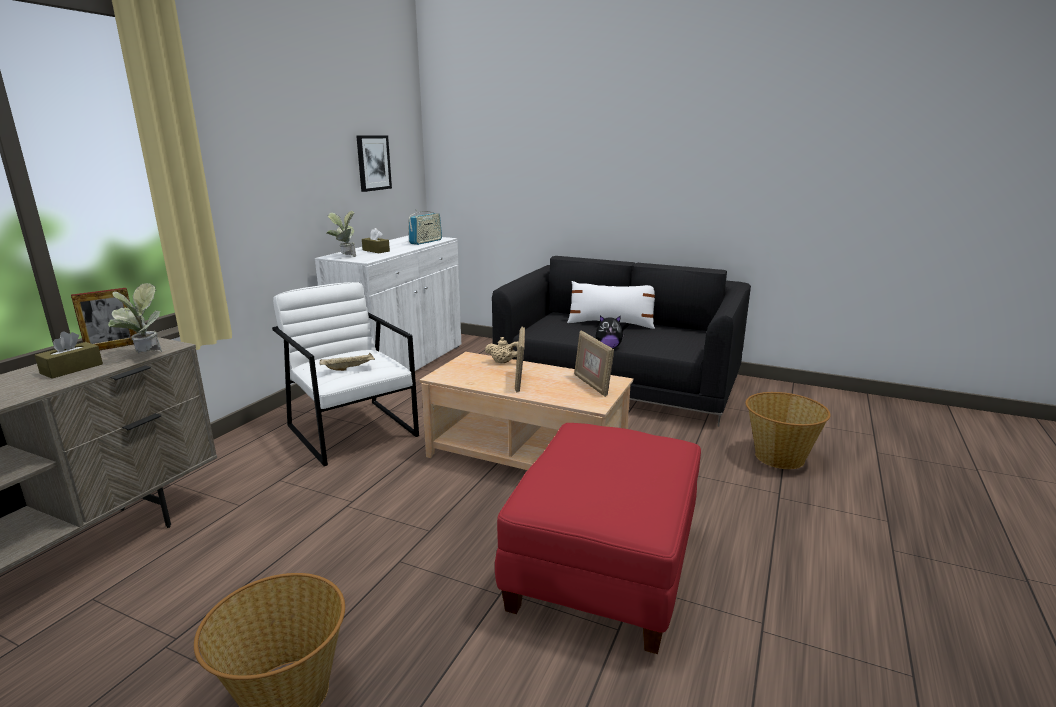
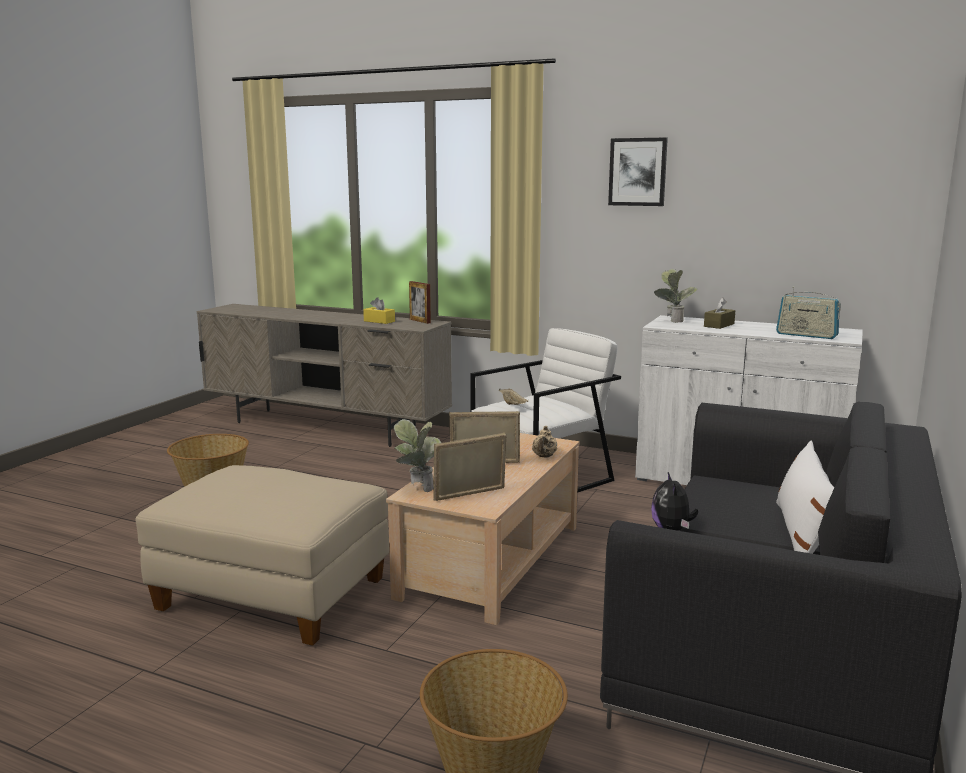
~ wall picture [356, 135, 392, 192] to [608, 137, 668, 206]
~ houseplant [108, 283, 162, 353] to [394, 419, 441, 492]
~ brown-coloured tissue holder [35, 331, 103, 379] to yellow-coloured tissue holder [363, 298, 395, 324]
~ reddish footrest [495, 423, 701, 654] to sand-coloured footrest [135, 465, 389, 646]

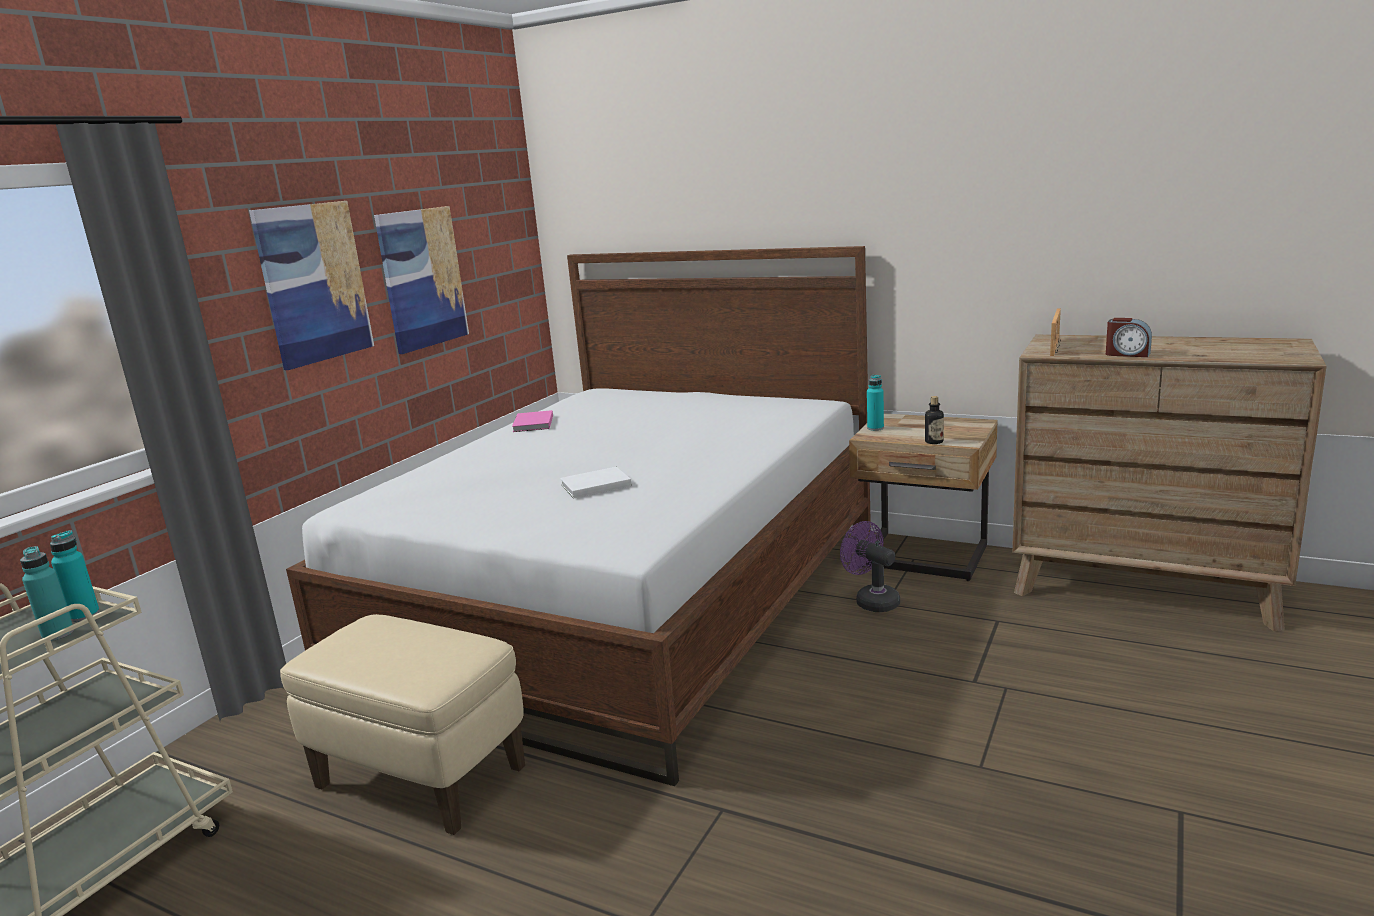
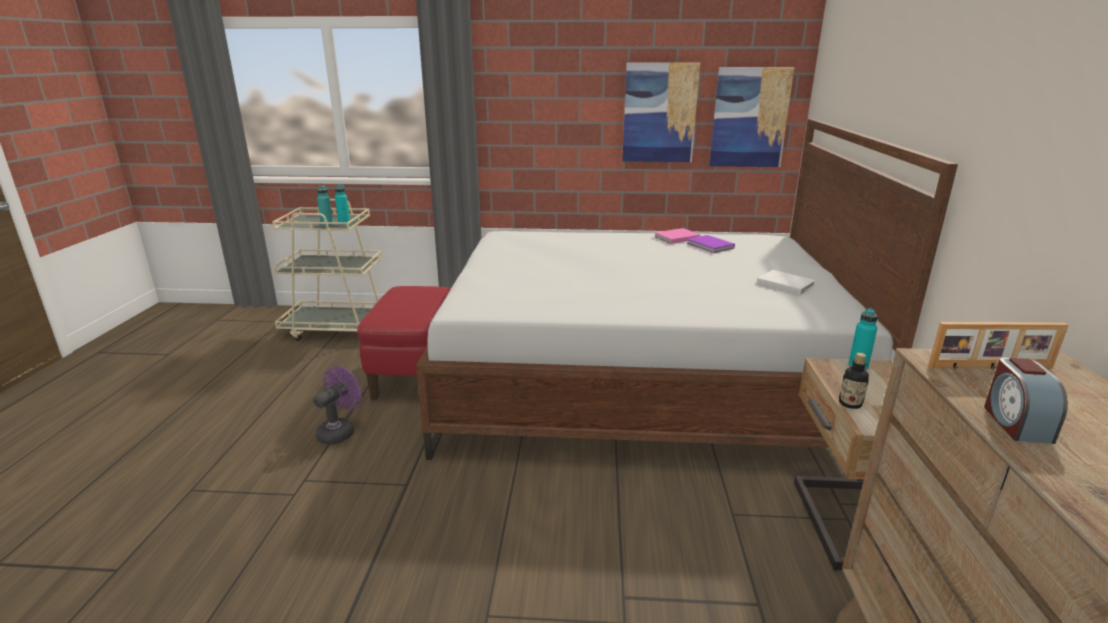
~ wall picture [249, 201, 374, 370] to [709, 67, 794, 167]
~ white bound book [560, 467, 632, 498] to [757, 270, 816, 295]
~ purplish fan [840, 521, 900, 612] to [313, 366, 362, 444]
~ sand-coloured footrest [280, 614, 525, 835] to reddish footrest [357, 286, 451, 400]
+ purplish bound book [687, 235, 735, 253]

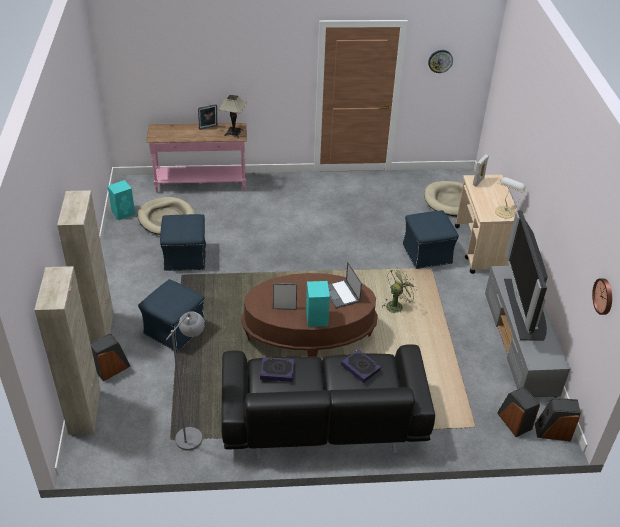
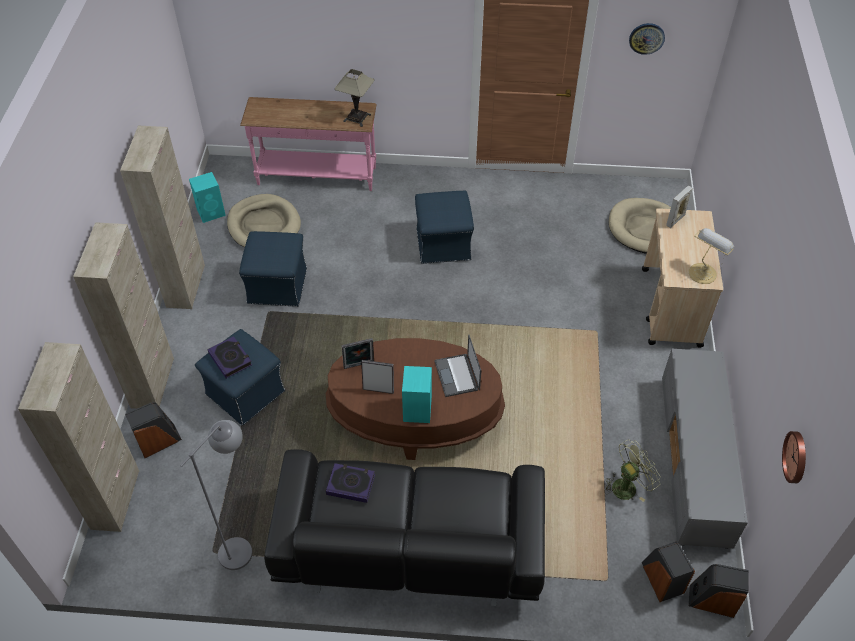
~ picture frame [198, 104, 217, 130] to [342, 338, 374, 369]
~ blue footrest [402, 210, 459, 269] to [415, 191, 474, 264]
- television [504, 210, 548, 341]
~ greenish fan [382, 267, 418, 313] to [604, 440, 661, 502]
~ bound book [341, 349, 381, 383] to [207, 336, 252, 378]
+ sand-coloured cabinet [120, 126, 205, 309]

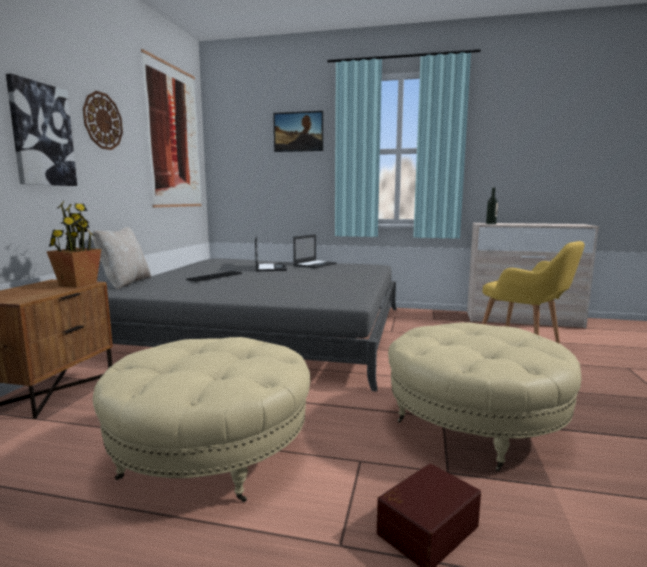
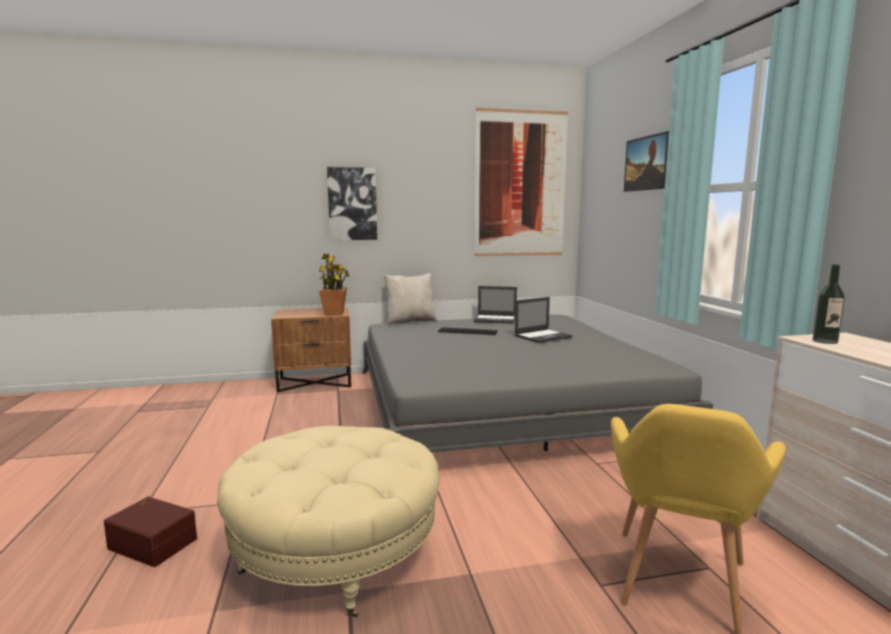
- hanging clock [83, 91, 123, 150]
~ laptop [293, 234, 337, 268] to [474, 286, 517, 324]
- sand-coloured footrest [93, 337, 310, 502]

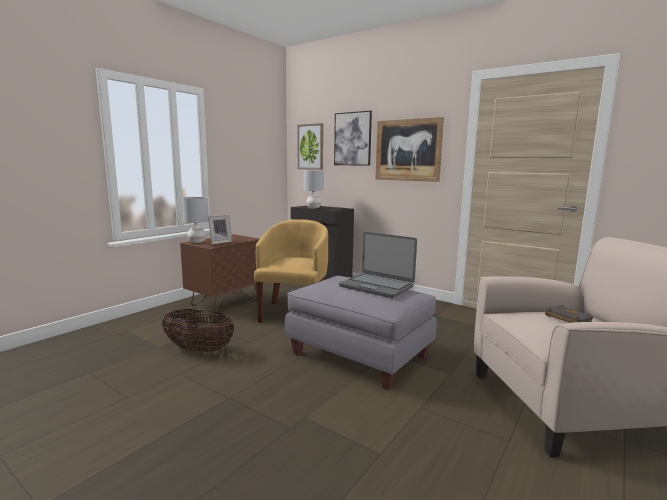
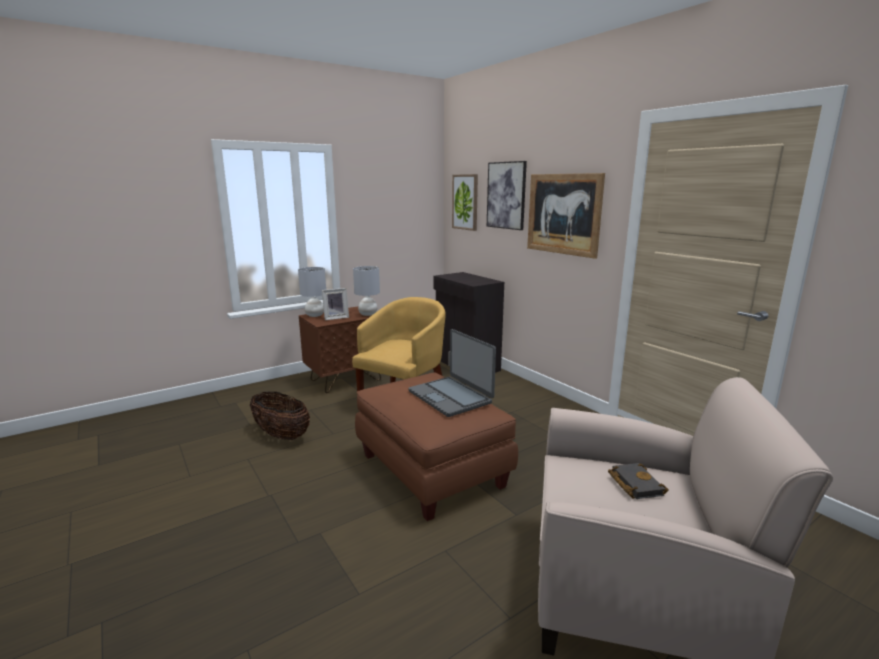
~ greyish table lamp [304, 170, 324, 208] to [353, 266, 380, 316]
~ greyish footrest [285, 276, 437, 390] to brown-coloured footrest [355, 372, 518, 521]

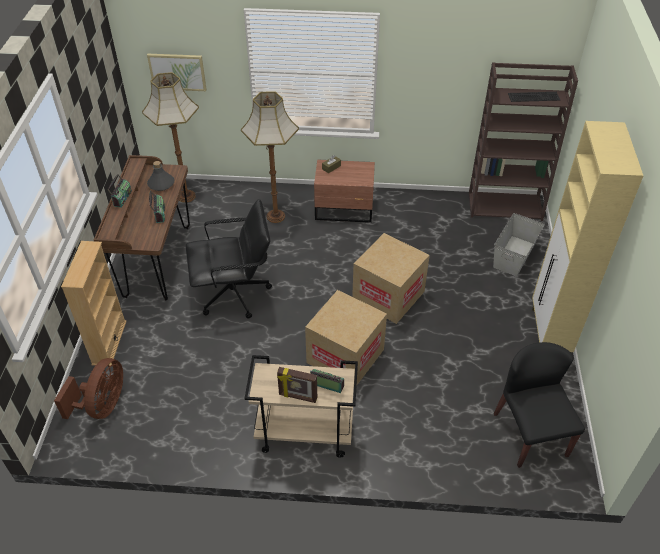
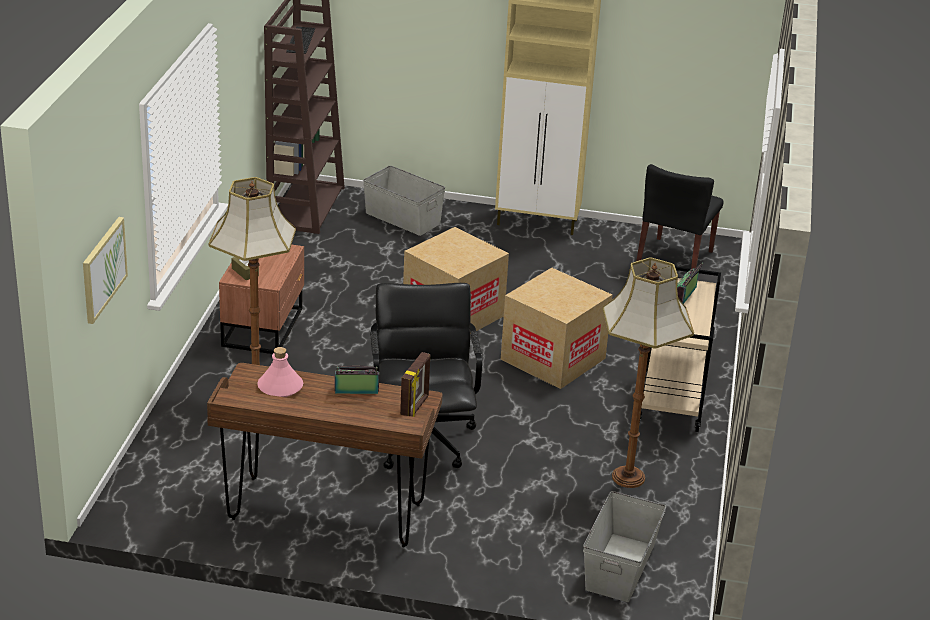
~ standing lamp [142, 72, 199, 203] to [603, 257, 694, 488]
~ greyish beverage bottle [147, 161, 174, 191] to pink-coloured beverage bottle [257, 347, 303, 397]
- radio [107, 174, 132, 208]
- sand-coloured shelving unit [61, 241, 127, 366]
~ black-coloured plain chair [494, 342, 585, 468] = [636, 164, 723, 269] 60 degrees counterclockwise
~ brown-coloured fan [54, 358, 123, 419] to greyish storage box [583, 491, 666, 602]
~ picture frame [277, 367, 317, 403] to [400, 352, 430, 417]

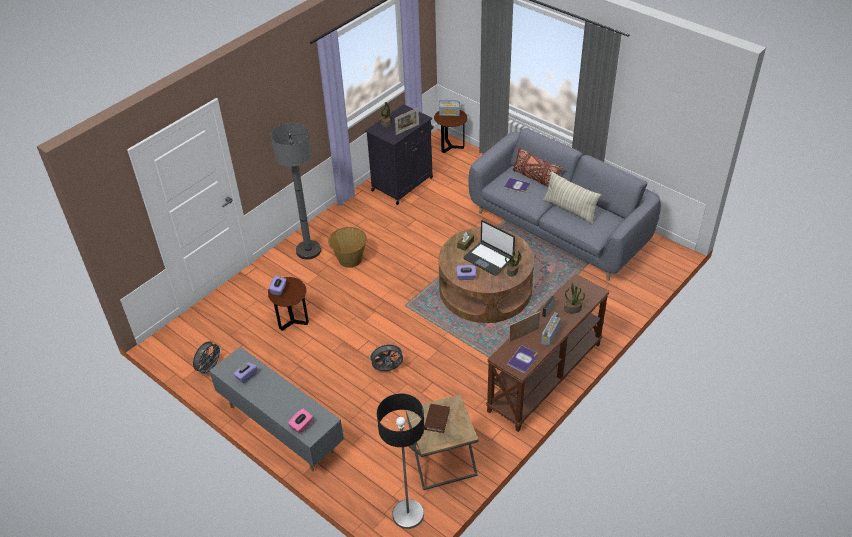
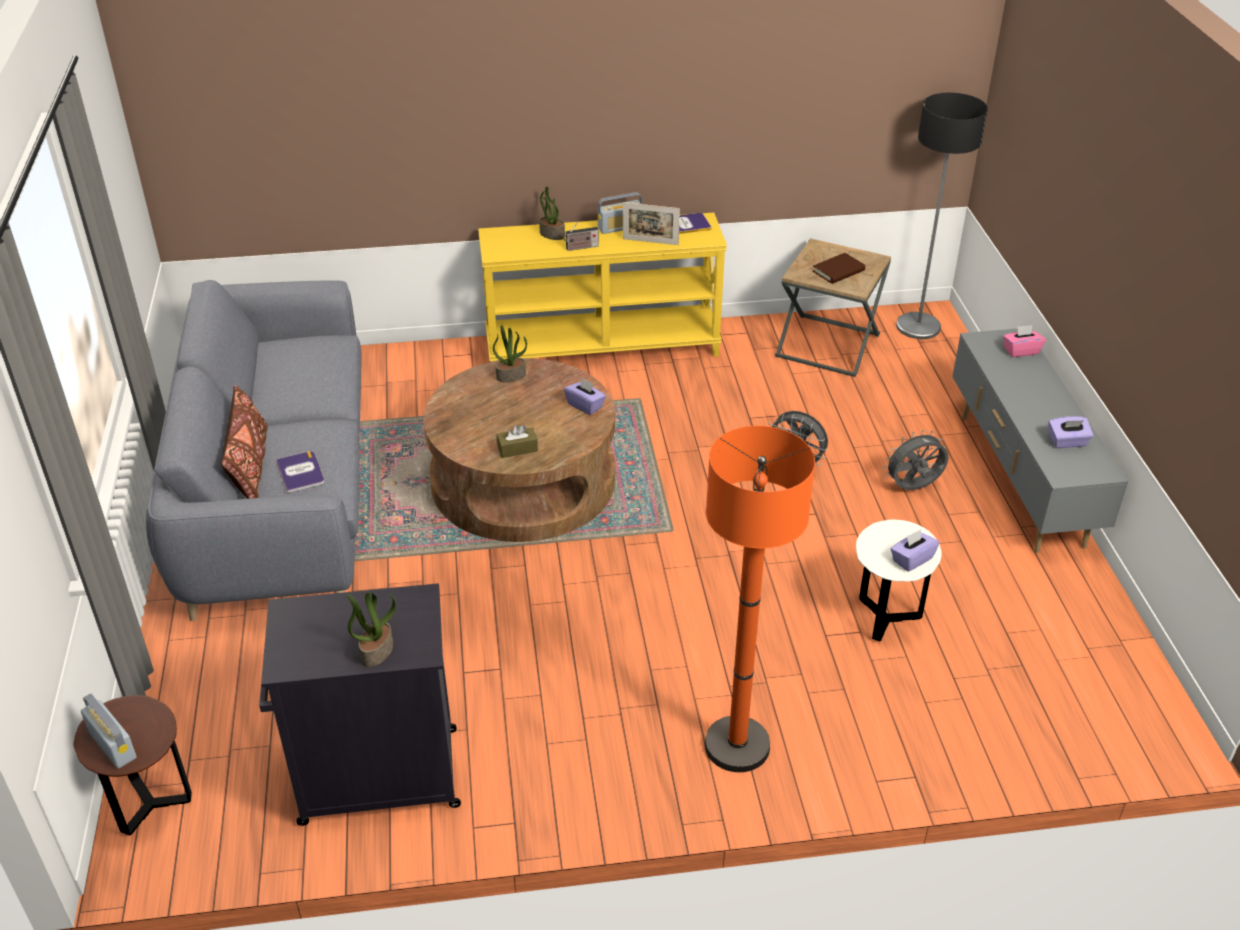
- picture frame [395, 108, 419, 135]
~ greyish standing lamp [271, 123, 321, 259] to orangey standing lamp [705, 426, 815, 772]
- pillow [543, 171, 601, 225]
- laptop [463, 220, 515, 276]
- storage basket [328, 227, 367, 268]
~ brown-coloured console table [486, 273, 610, 432] to yellow-coloured console table [478, 212, 727, 362]
~ brown-coloured end table [268, 277, 309, 331] to white end table [856, 519, 942, 642]
~ greyish fan [193, 342, 223, 376] to [883, 430, 948, 490]

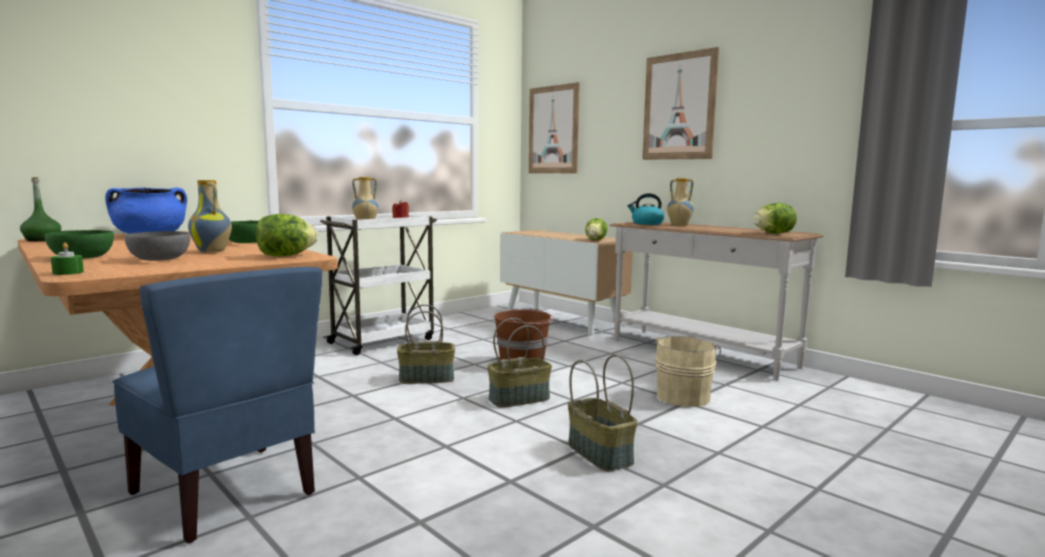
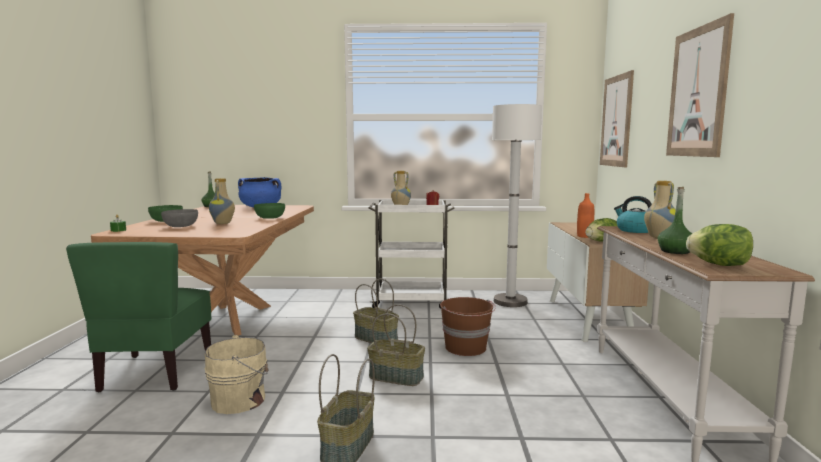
- lettuce [256, 214, 318, 257]
~ blue plain chair [113, 267, 322, 543] to greenish plain chair [66, 242, 211, 392]
~ sand-coloured water bucket [655, 336, 721, 407] to [204, 335, 268, 414]
+ white standing lamp [492, 104, 542, 307]
+ greenish beverage bottle [658, 187, 692, 254]
+ orangey beverage bottle [577, 193, 594, 238]

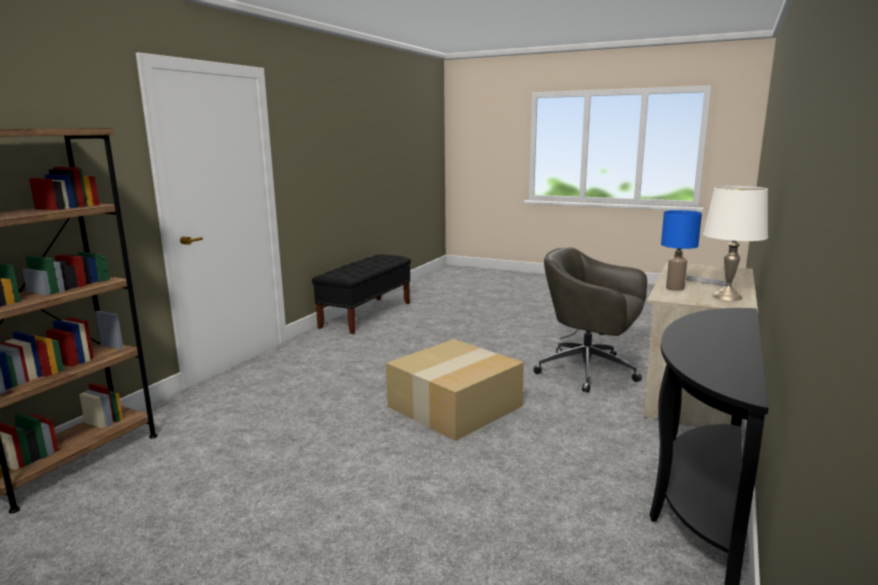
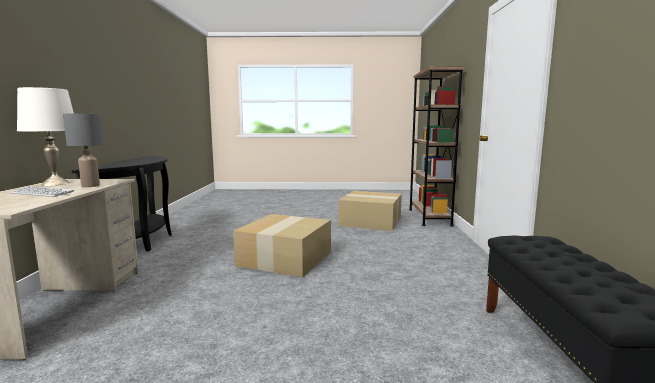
~ blue table lamp [661, 210, 702, 291] to greyish table lamp [63, 114, 105, 187]
- greyish office chair [534, 247, 647, 393]
+ packing box [339, 191, 402, 231]

